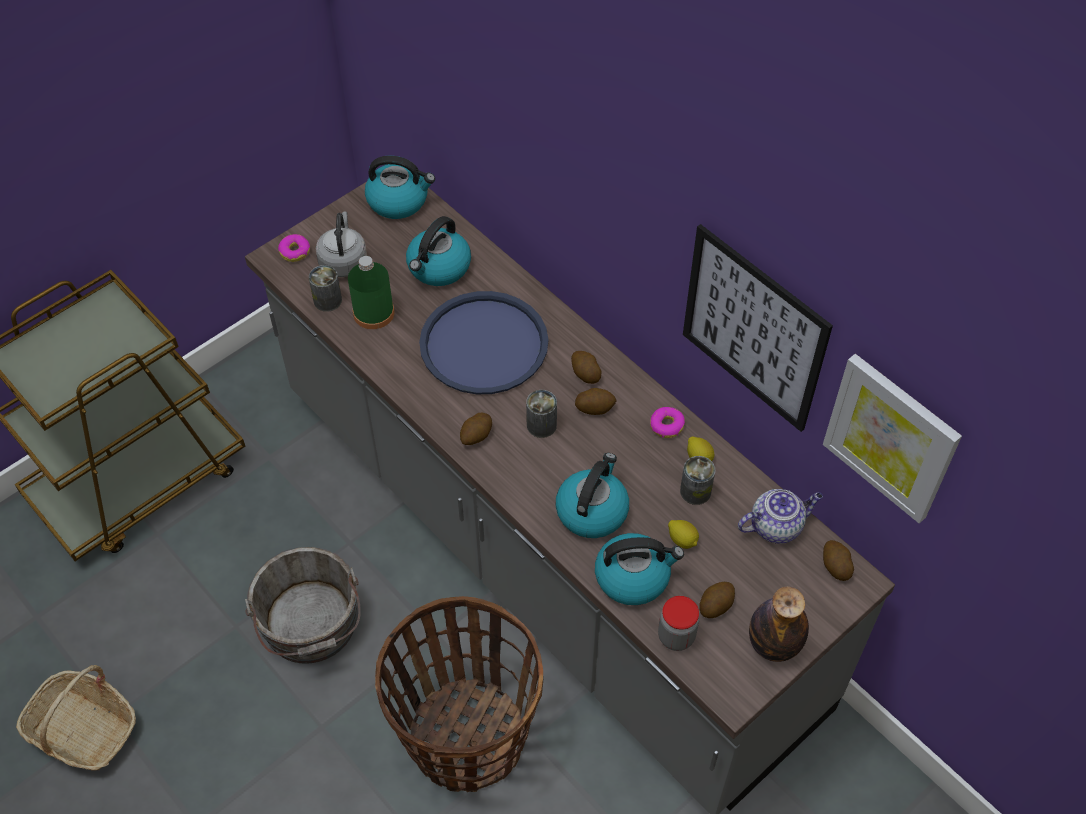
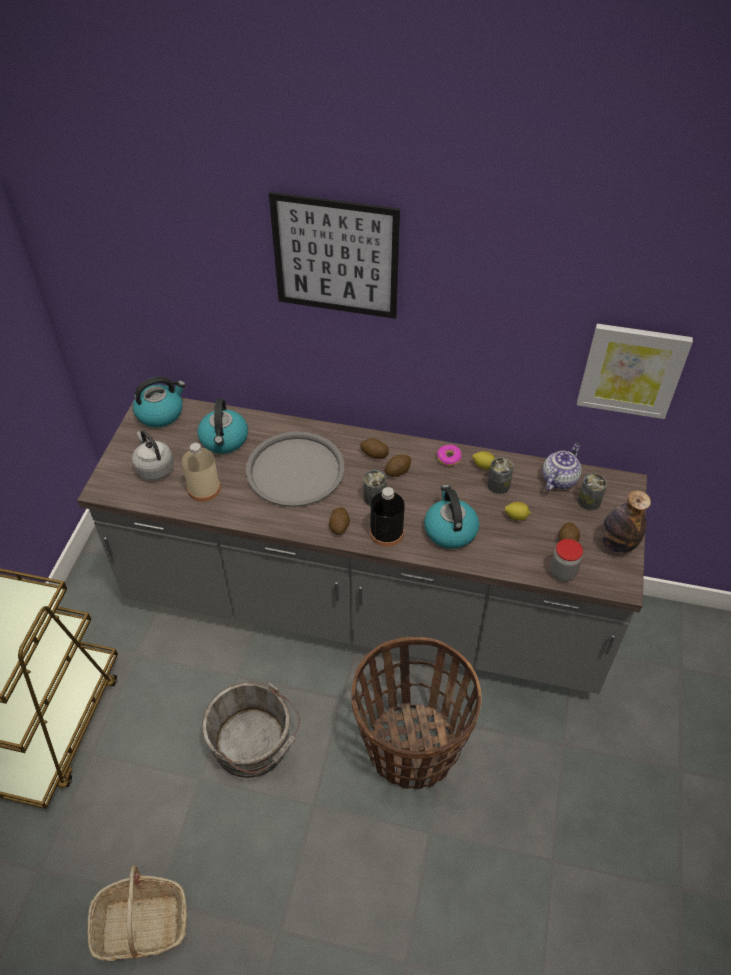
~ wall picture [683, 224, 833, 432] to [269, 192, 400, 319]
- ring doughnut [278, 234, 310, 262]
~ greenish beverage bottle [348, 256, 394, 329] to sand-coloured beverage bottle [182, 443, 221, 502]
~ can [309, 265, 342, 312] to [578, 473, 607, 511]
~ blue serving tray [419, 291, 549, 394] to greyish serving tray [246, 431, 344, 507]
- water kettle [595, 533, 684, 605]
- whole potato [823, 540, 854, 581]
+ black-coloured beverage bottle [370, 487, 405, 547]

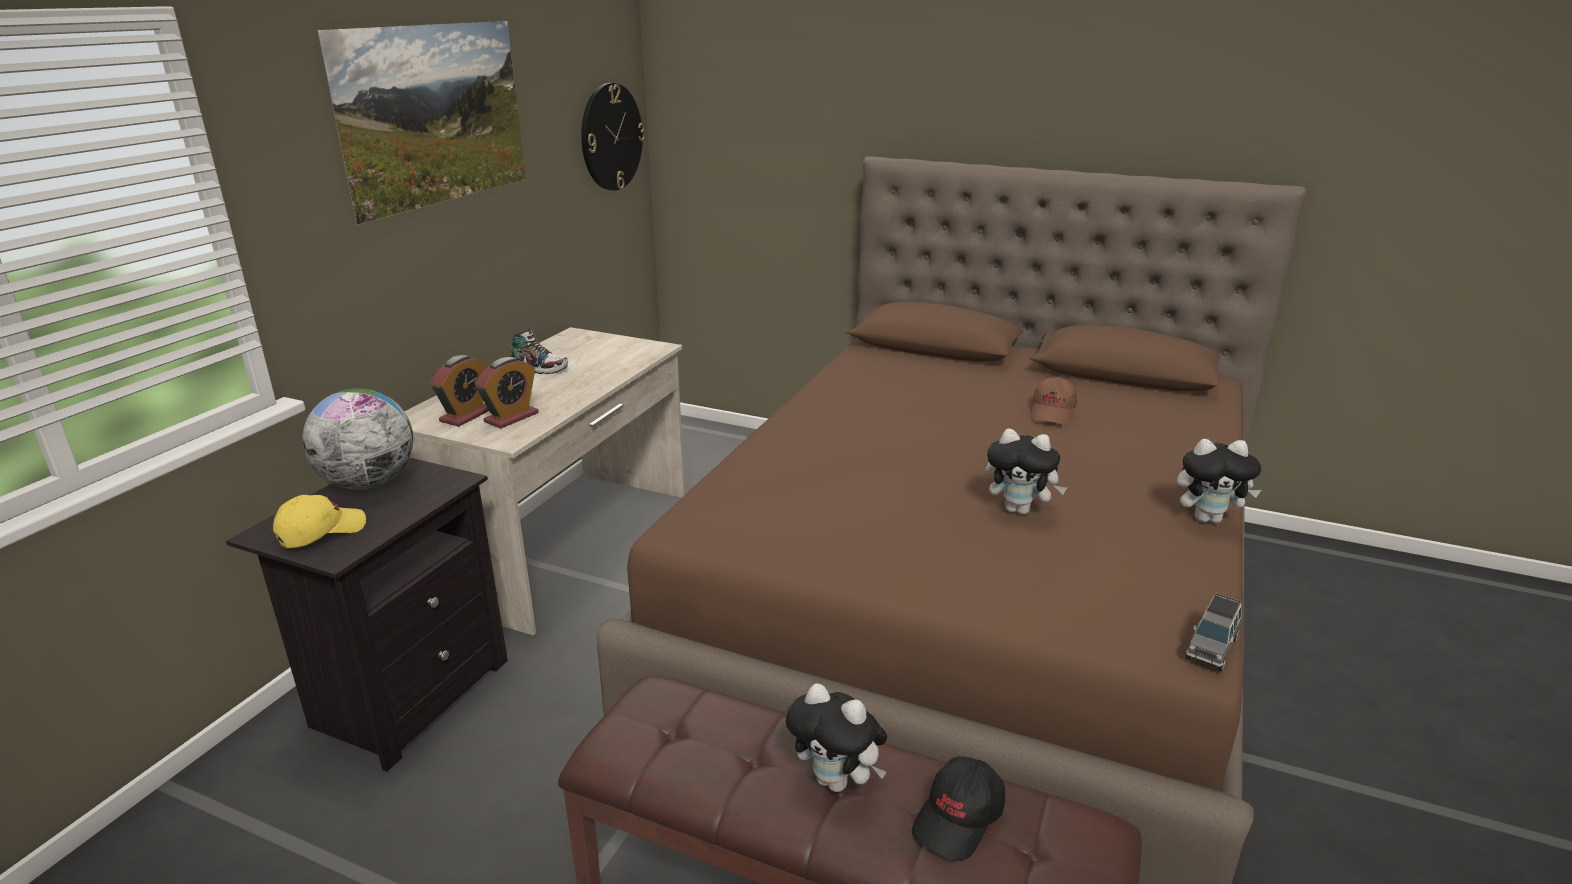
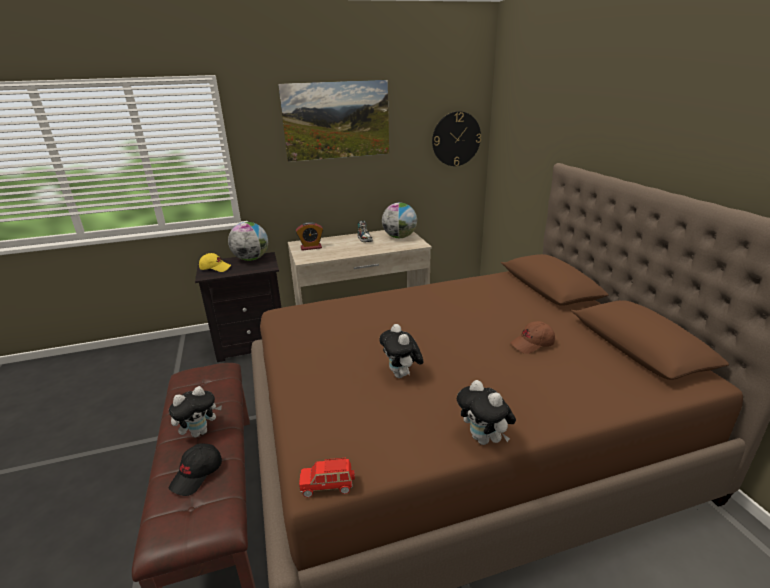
- bedside clock [475, 357, 539, 429]
~ greyish model car [1185, 594, 1242, 671] to reddish model car [299, 458, 355, 497]
~ plush toy [786, 683, 887, 792] = [169, 386, 222, 437] 120 degrees counterclockwise
~ black-coloured cap [912, 756, 1005, 861] = [169, 443, 222, 496] 60 degrees counterclockwise
+ world globe [382, 202, 417, 238]

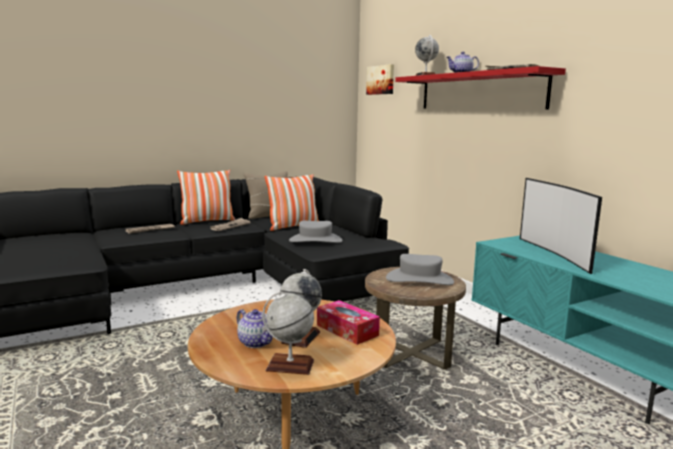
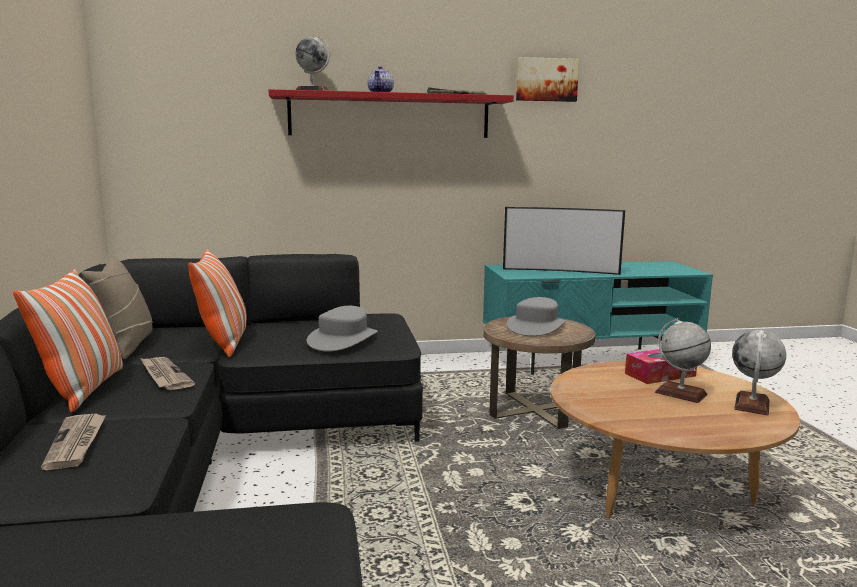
~ wall picture [366, 64, 394, 95] to [516, 57, 579, 102]
- tea pot [236, 309, 273, 348]

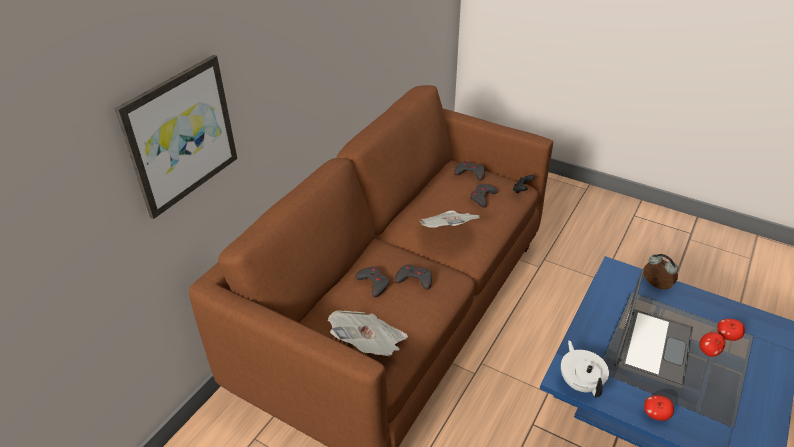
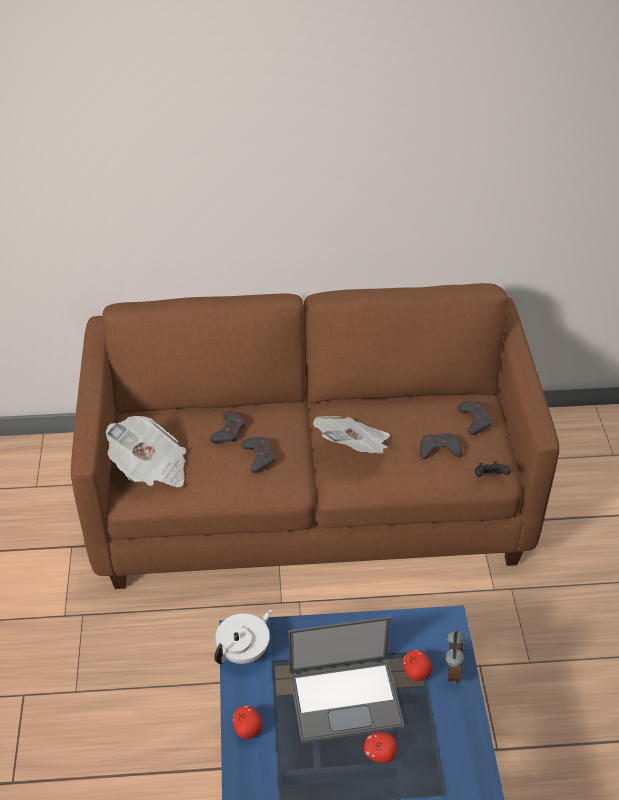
- wall picture [114, 55, 237, 219]
~ whole apple [717, 319, 745, 341] to [403, 650, 432, 681]

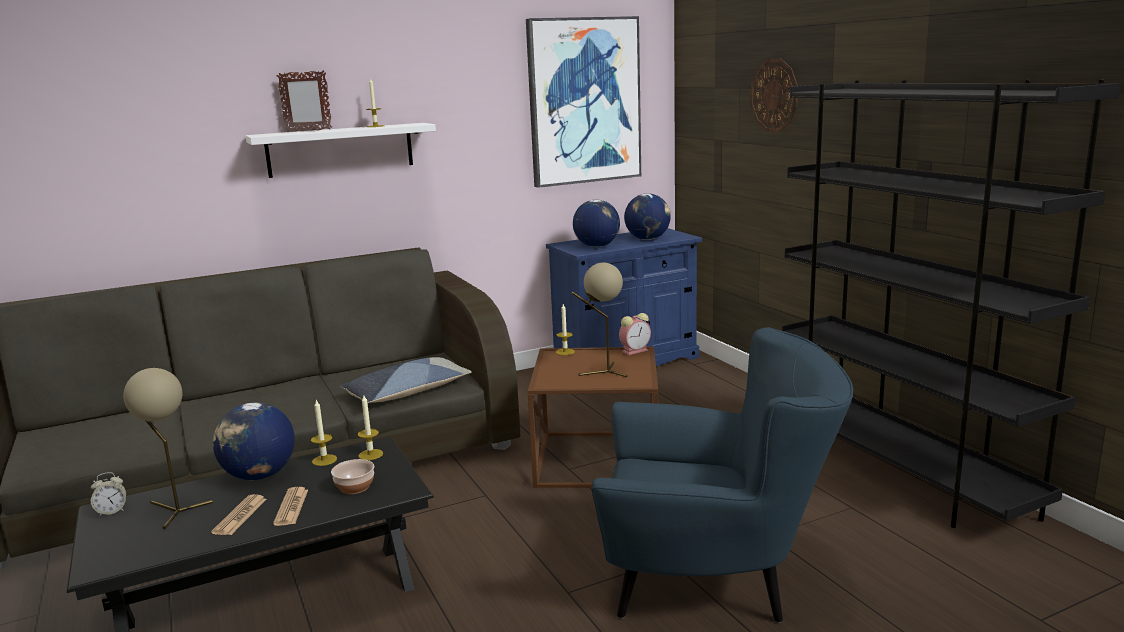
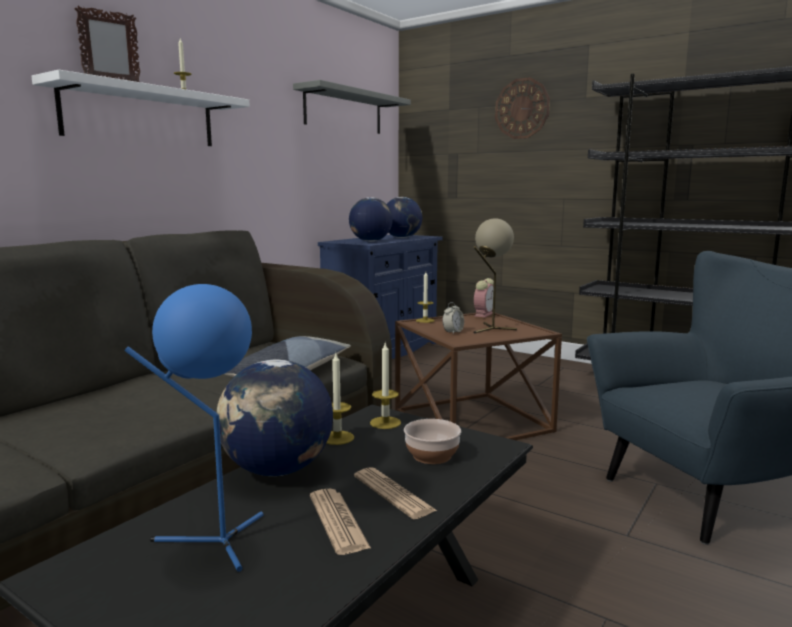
~ wall picture [526, 16, 641, 188] to greyish bracket shelf [293, 80, 411, 134]
~ sand-coloured table lamp [123, 368, 213, 529] to blue table lamp [124, 284, 264, 572]
~ bedside clock [91, 472, 126, 517] to [443, 302, 464, 334]

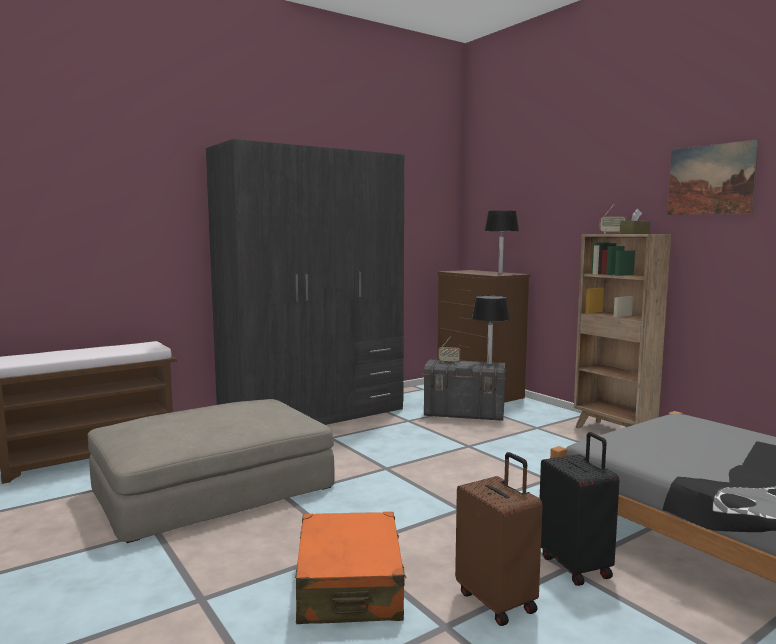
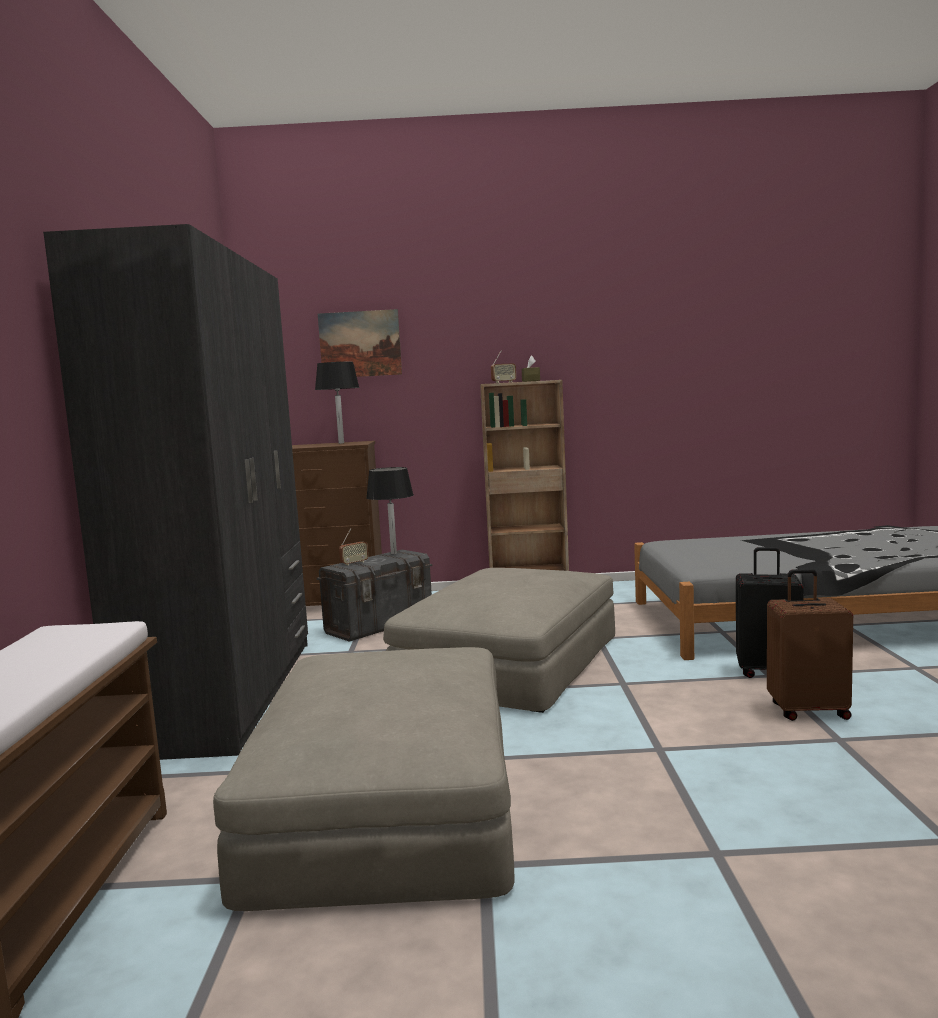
~ wall picture [667, 140, 759, 215] to [318, 309, 402, 377]
- orangey suitcase [295, 512, 407, 624]
+ sand-coloured footrest [383, 568, 615, 713]

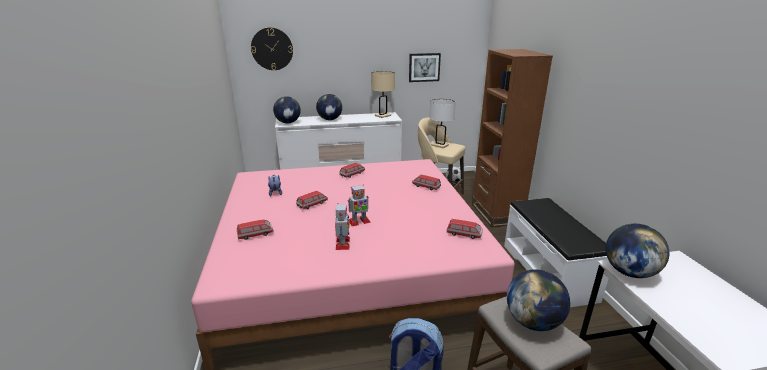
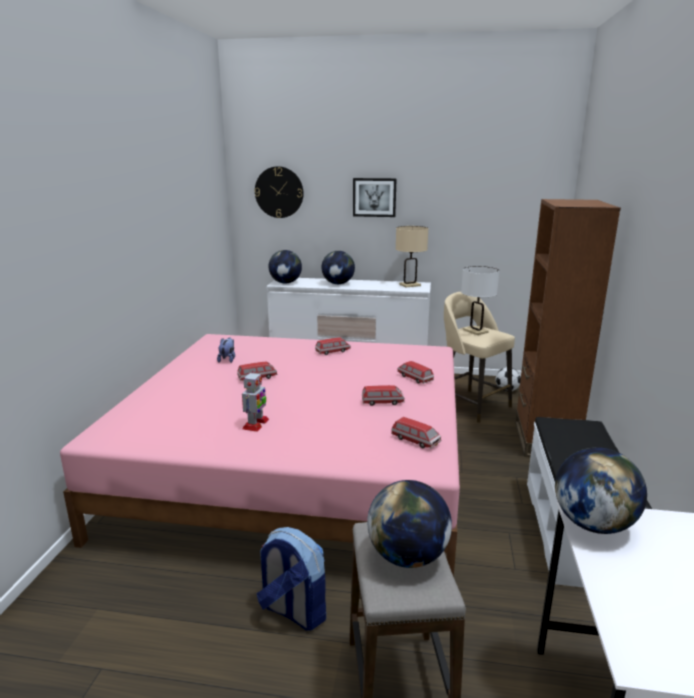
~ wall picture [409, 53, 441, 82] to [353, 178, 397, 217]
- model robot [348, 185, 371, 226]
~ model car [237, 220, 274, 240] to [362, 385, 405, 406]

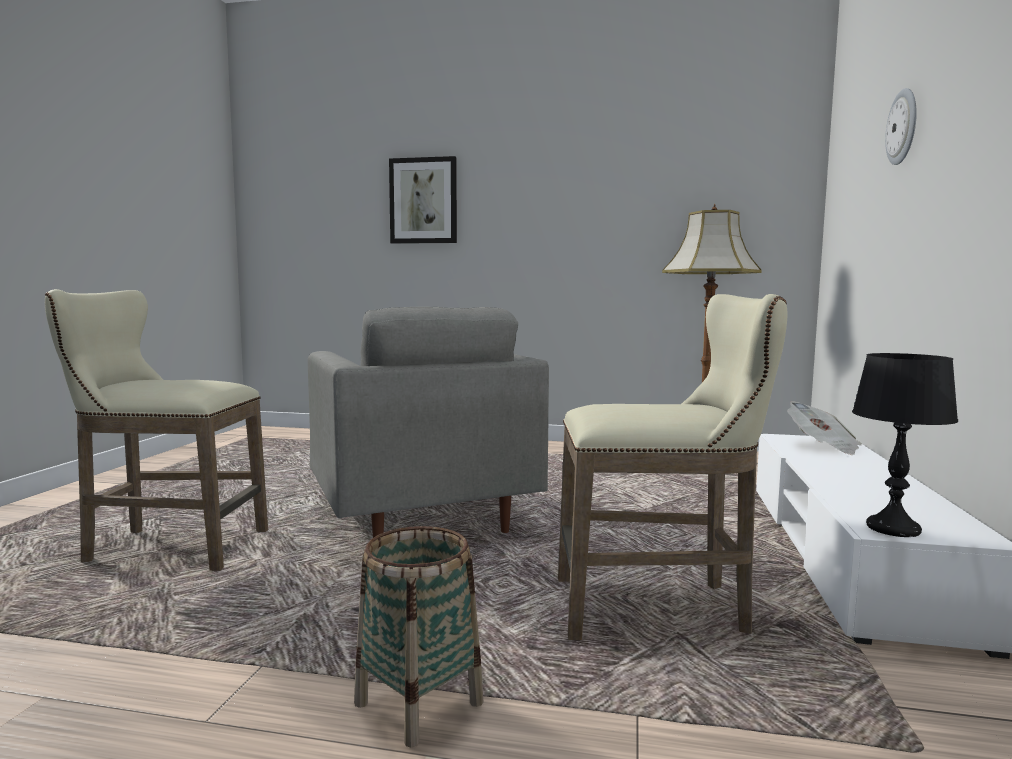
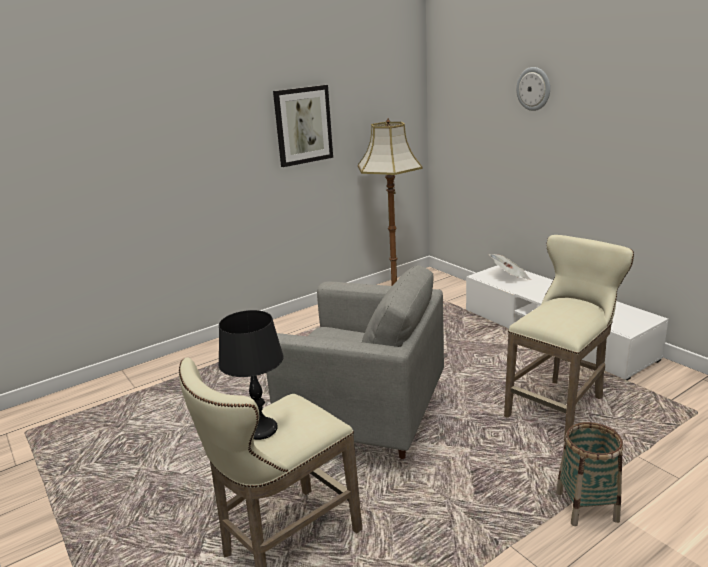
~ wall picture [389, 156, 457, 244] to [273, 85, 333, 167]
~ black-coloured table lamp [852, 353, 958, 537] to [218, 310, 284, 440]

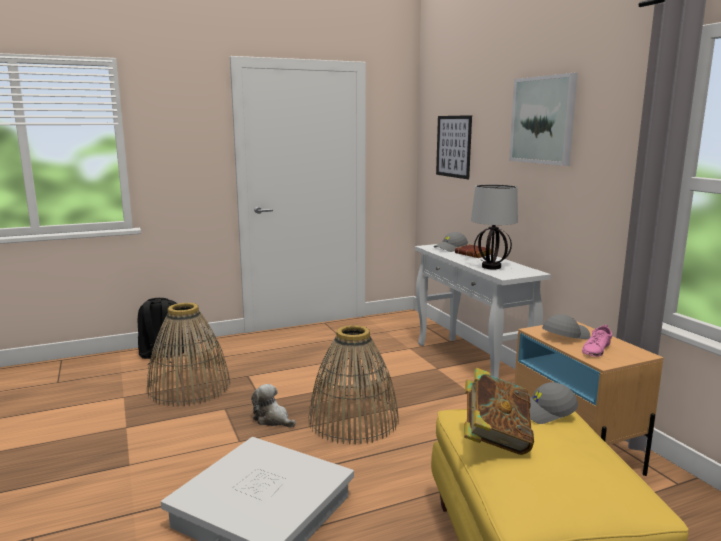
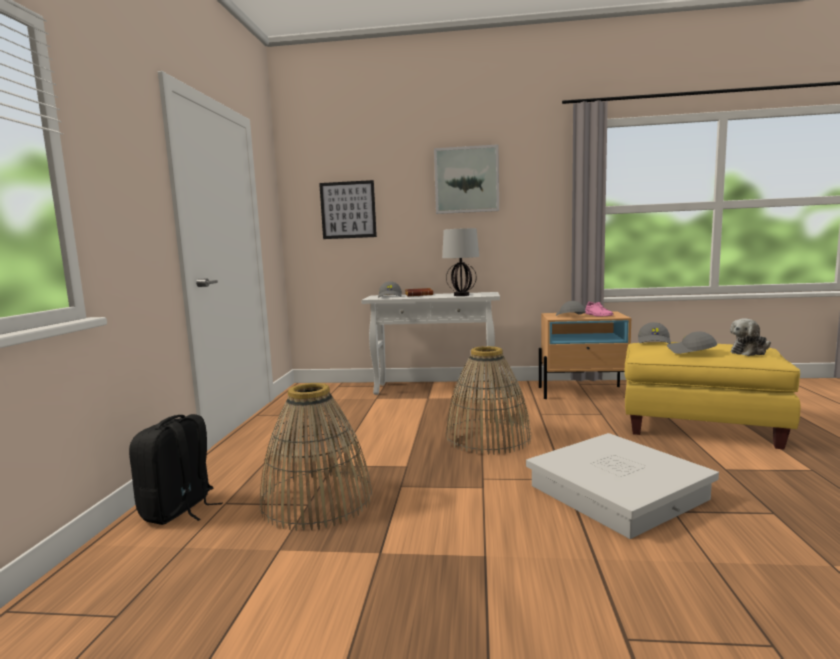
~ bound book [464, 367, 534, 455] to greyish cap [667, 331, 717, 354]
~ plush toy [251, 384, 296, 427] to [730, 318, 771, 356]

